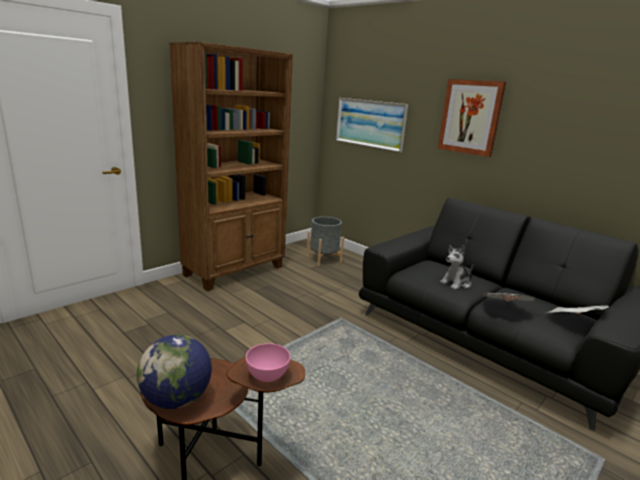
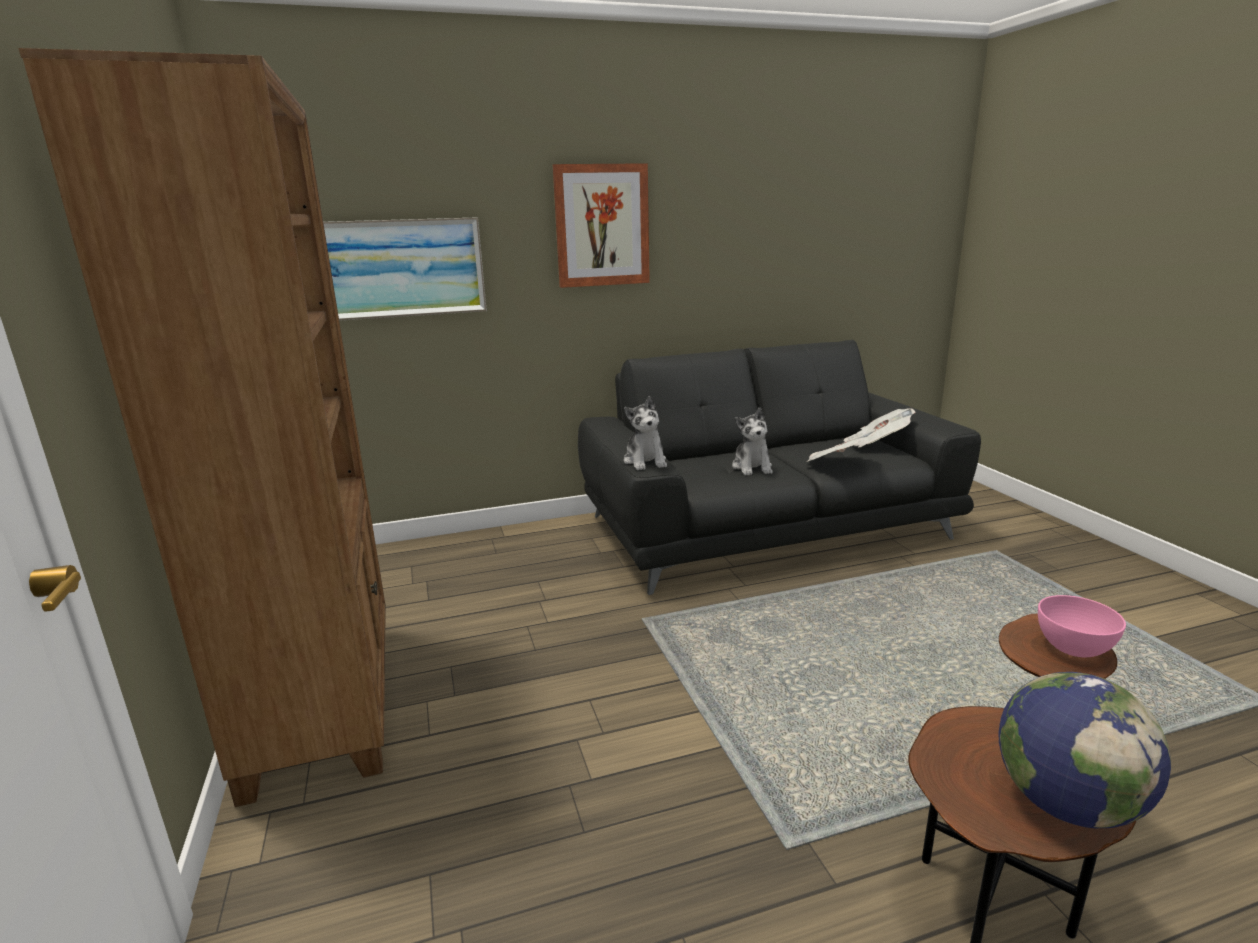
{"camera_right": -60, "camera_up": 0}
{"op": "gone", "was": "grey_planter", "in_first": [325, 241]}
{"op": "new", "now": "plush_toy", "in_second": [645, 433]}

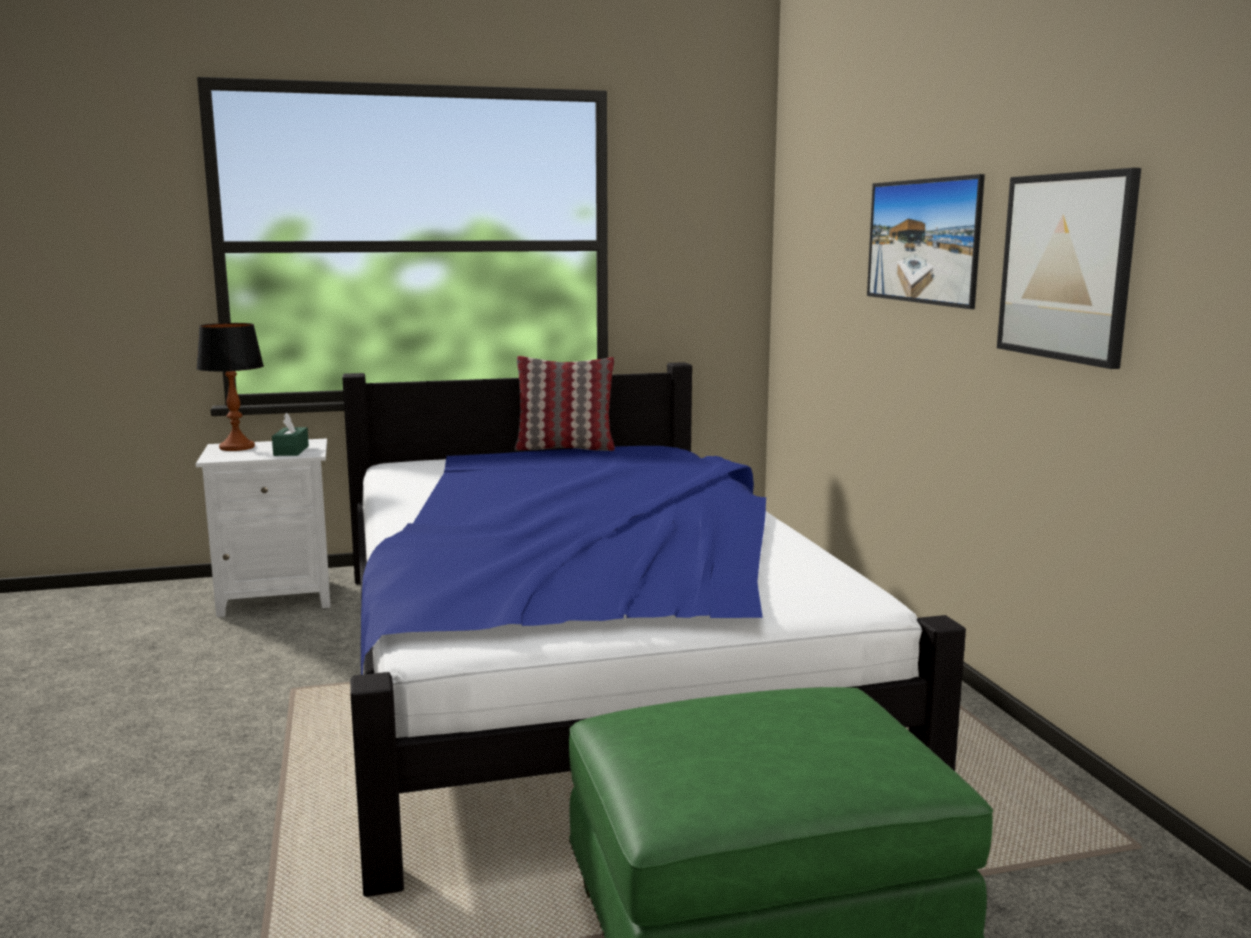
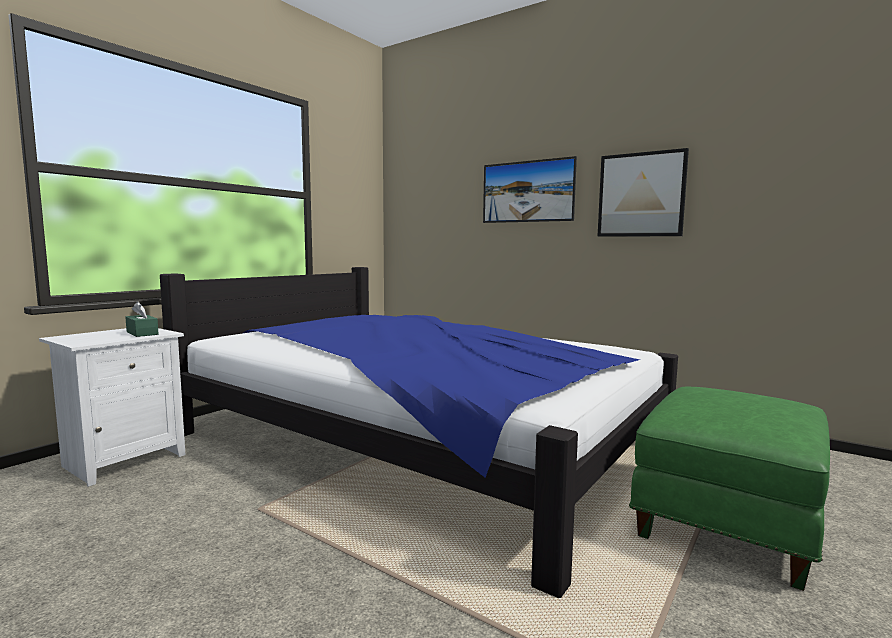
{"camera_right": -40, "camera_up": -5}
{"op": "gone", "was": "table_lamp", "in_first": [230, 387]}
{"op": "gone", "was": "pillow", "in_first": [564, 403]}

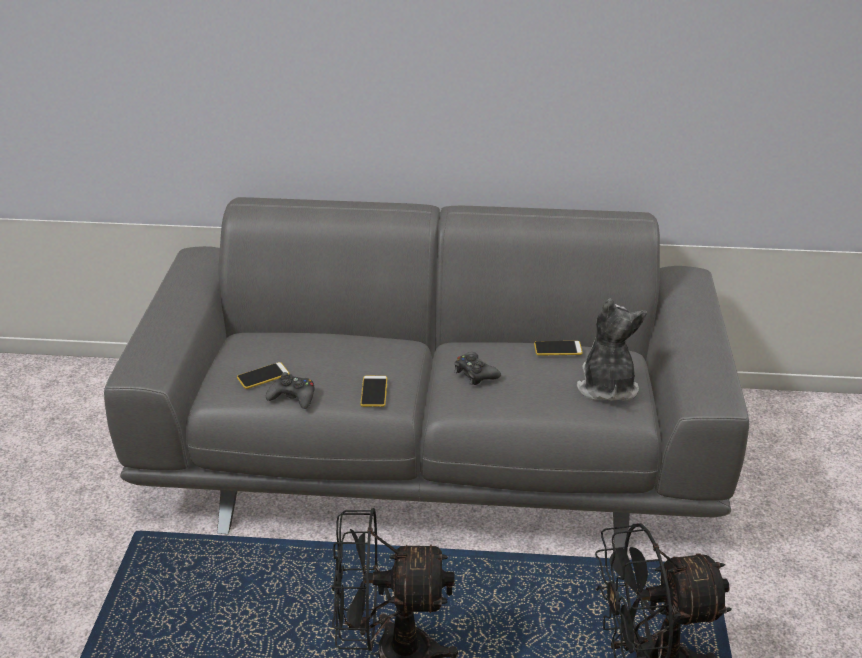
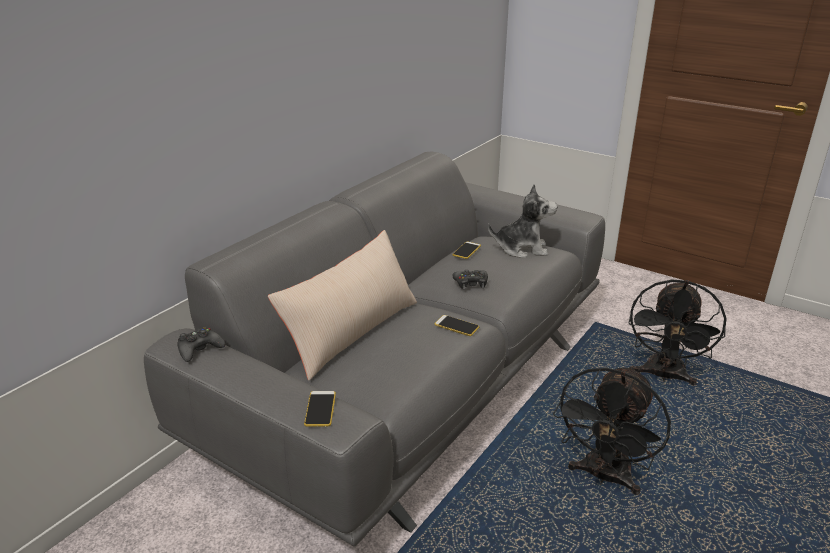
{"camera_right": -60, "camera_up": -5}
{"op": "new", "now": "beige_pillow", "in_second": [342, 305]}
{"op": "shifted", "was": "phone", "in_first": [263, 375], "in_second": [320, 409]}
{"op": "shifted", "was": "black_game_controller", "in_first": [290, 390], "in_second": [201, 344]}
{"op": "rotated", "was": "plush_toy", "in_first": [612, 350], "in_second": [523, 221], "clockwise": 150}

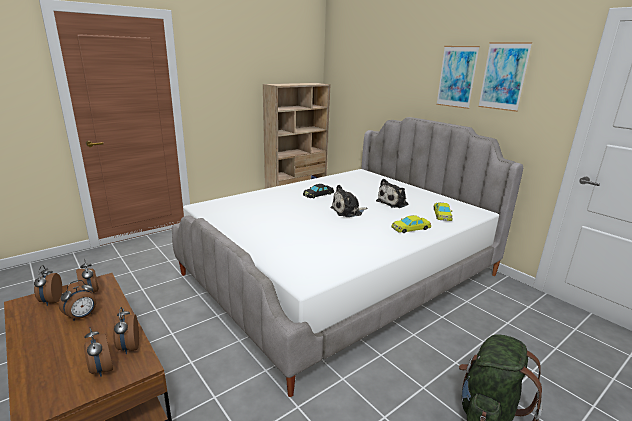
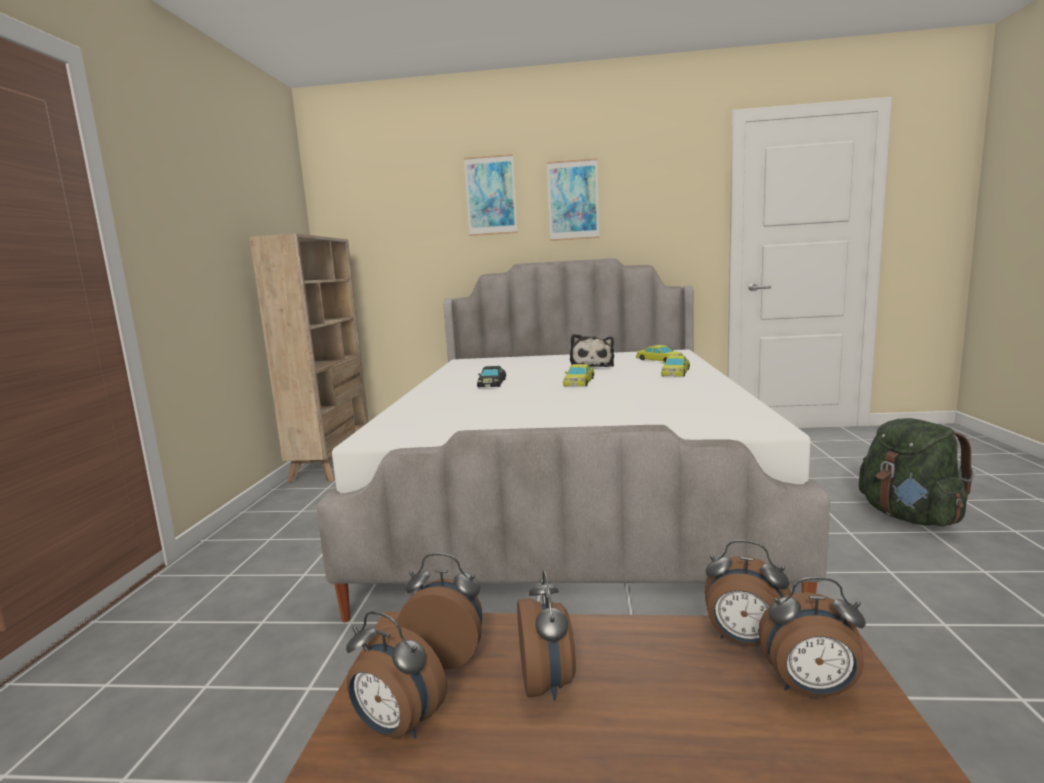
{"camera_right": -45, "camera_up": -10}
{"op": "shifted", "was": "picture", "in_first": [505, 77], "in_second": [491, 195]}
{"op": "swapped", "was": "plush_toy", "now": "yellow_toy_car", "in_first": [348, 201], "in_second": [579, 375]}

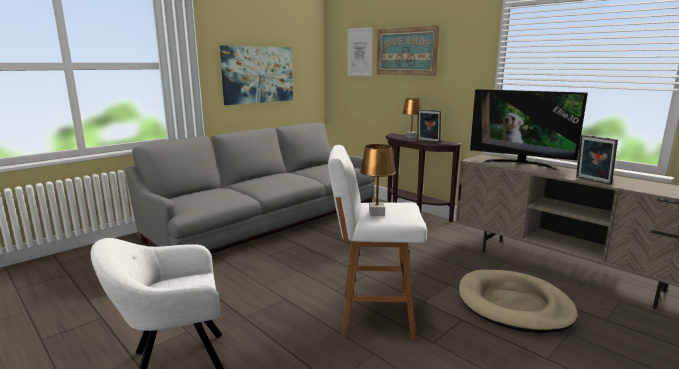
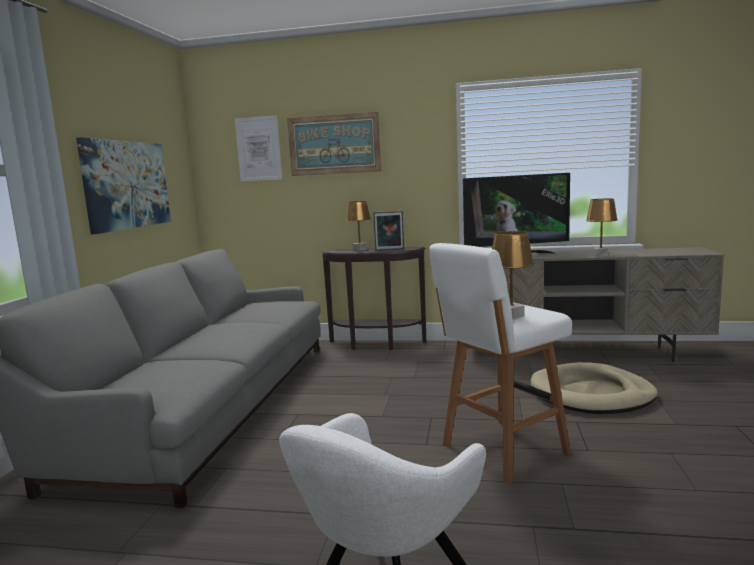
{"camera_right": -35, "camera_up": -5}
{"op": "swapped", "was": "picture_frame", "now": "brown_table_lamp", "in_first": [597, 160], "in_second": [602, 228]}

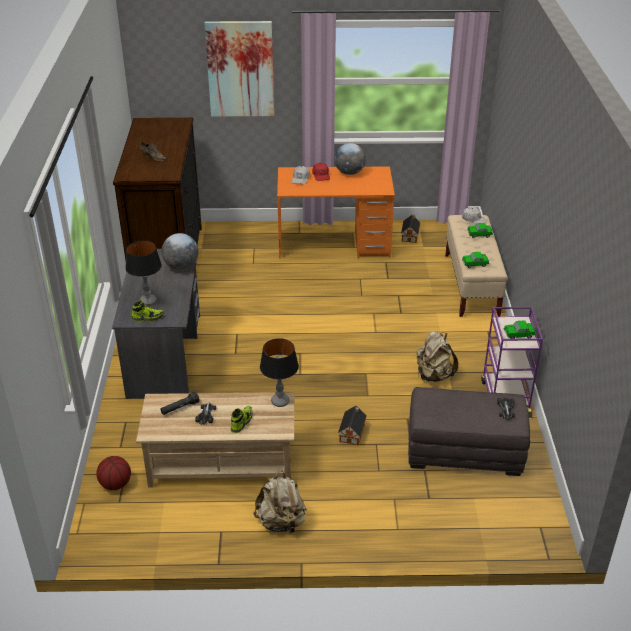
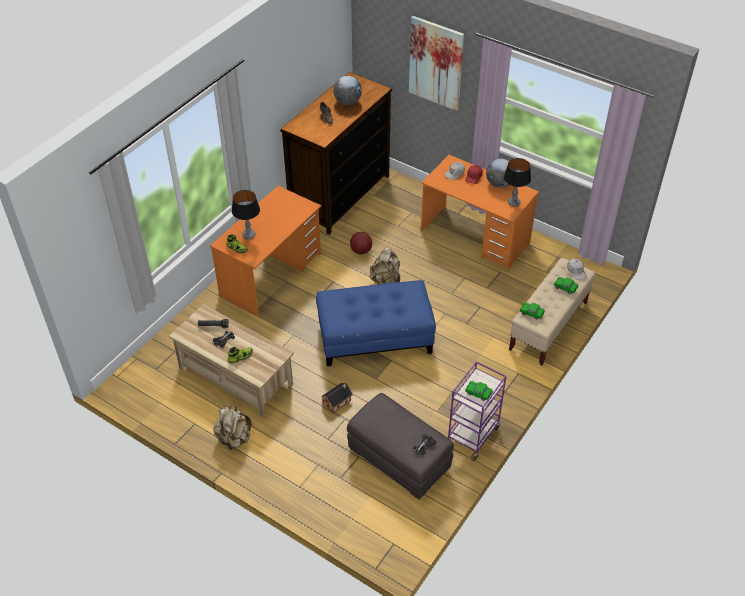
{"camera_right": 35, "camera_up": 10}
{"op": "gone", "was": "toy_house", "in_first": [410, 229]}
{"op": "new", "now": "blue_ottoman", "in_second": [376, 323]}
{"op": "shifted", "was": "basketball", "in_first": [113, 473], "in_second": [361, 243]}
{"op": "shifted", "was": "globe", "in_first": [180, 251], "in_second": [347, 90]}
{"op": "shifted", "was": "table_lamp", "in_first": [279, 372], "in_second": [517, 182]}
{"op": "shifted", "was": "beige_backpack", "in_first": [437, 357], "in_second": [385, 266]}
{"op": "repainted", "was": "grey_desk", "now": "orange_desk", "in_first": [156, 324], "in_second": [265, 251]}

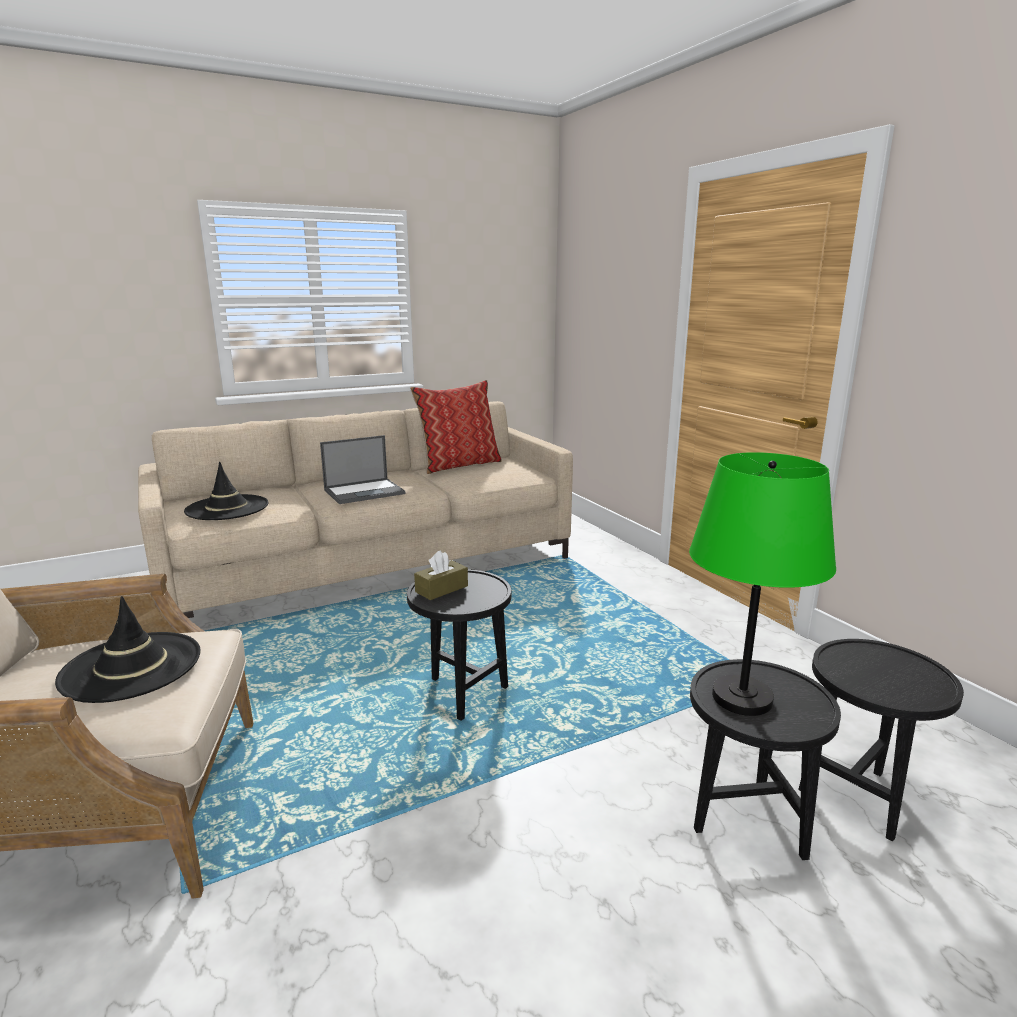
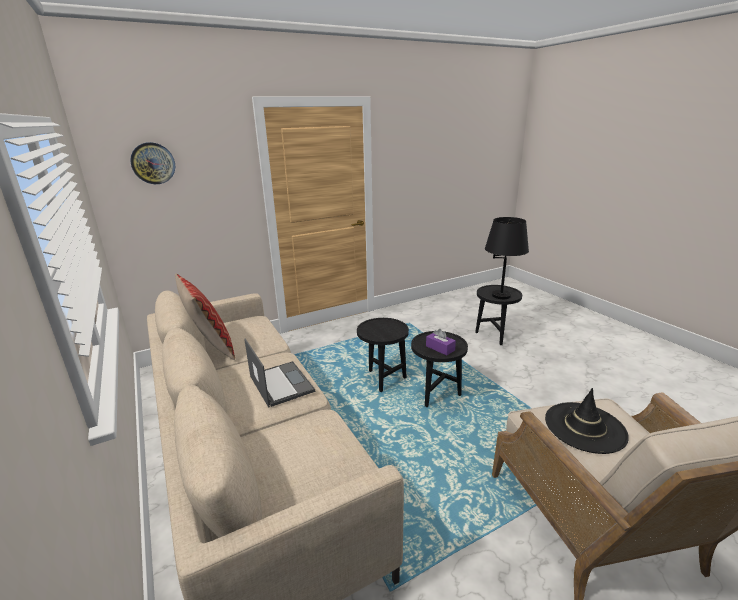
{"camera_right": -90, "camera_up": 5}
{"op": "gone", "was": "black_hat", "in_first": [226, 490]}
{"op": "new", "now": "wall_clock", "in_second": [152, 163]}
{"op": "shifted", "was": "black_side_table", "in_first": [881, 740], "in_second": [383, 355]}
{"op": "repainted", "was": "brown_tissue_box", "now": "purple_tissue_box", "in_first": [441, 575], "in_second": [441, 342]}
{"op": "repainted", "was": "green_table_lamp", "now": "black_table_lamp", "in_first": [762, 584], "in_second": [507, 258]}

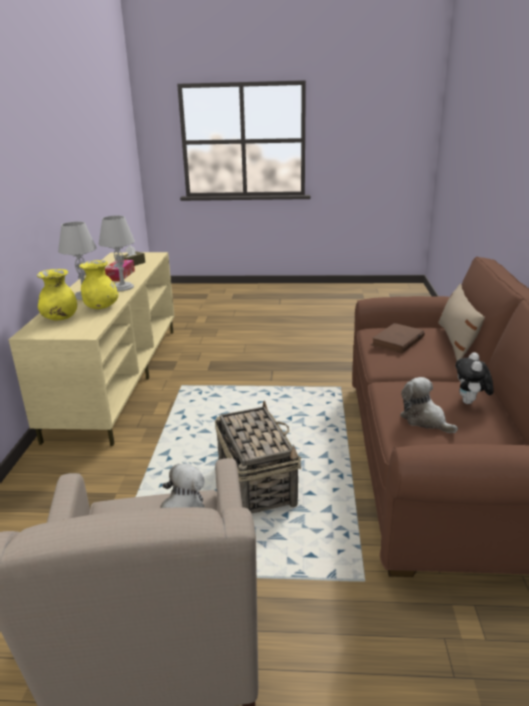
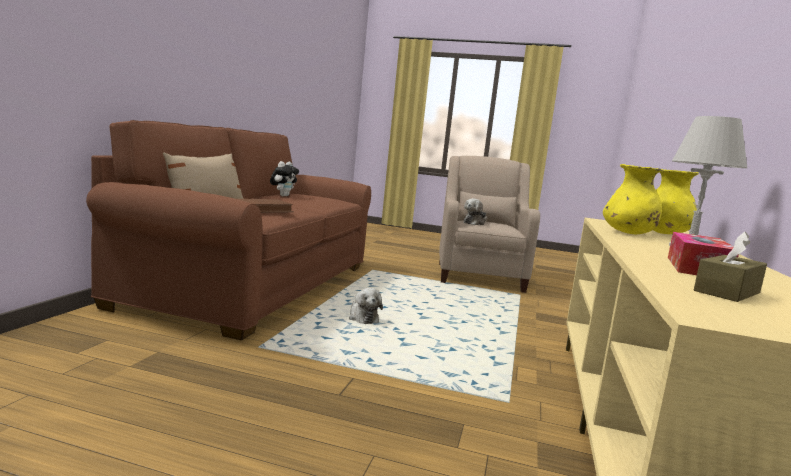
{"camera_right": -170, "camera_up": -15}
{"op": "gone", "was": "grey_table_lamp", "in_first": [117, 253]}
{"op": "gone", "was": "basket", "in_first": [258, 456]}
{"op": "shifted", "was": "plush_toy", "in_first": [429, 405], "in_second": [366, 306]}

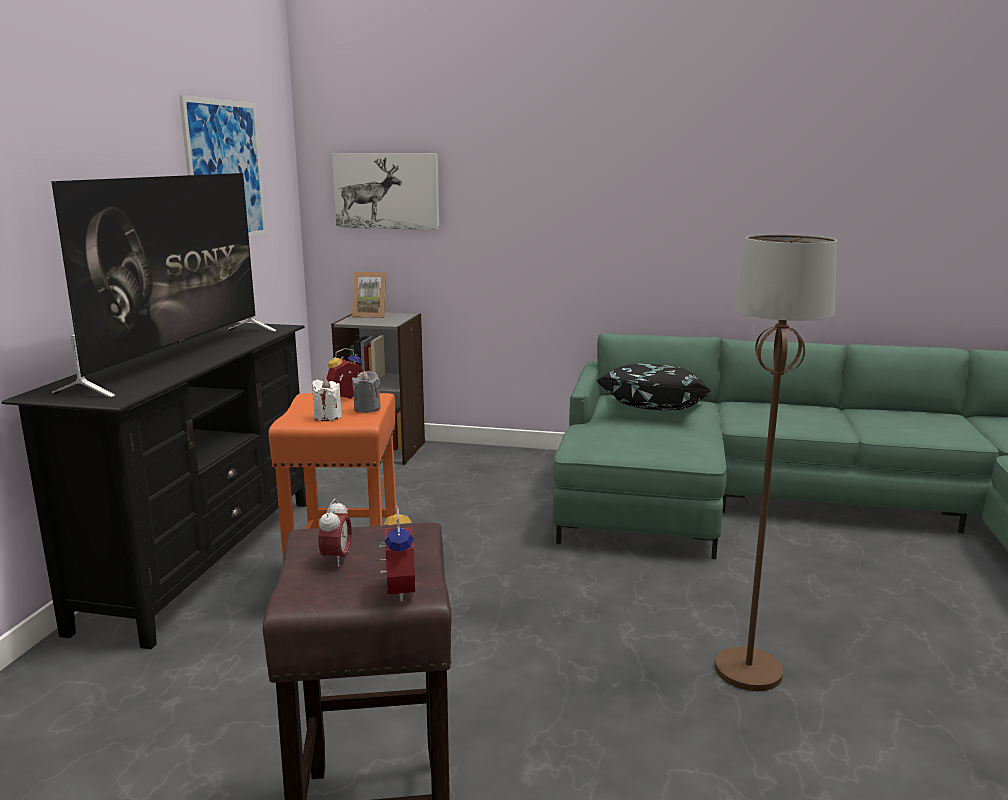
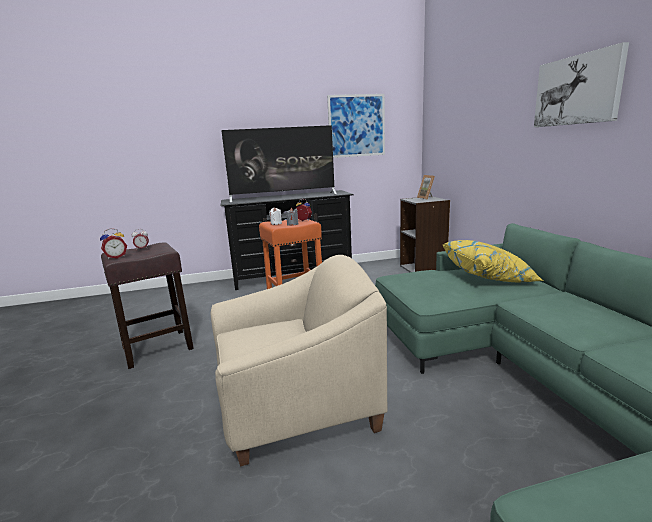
{"camera_right": 65, "camera_up": 0}
{"op": "shifted", "was": "picture", "in_first": [385, 191], "in_second": [581, 84]}
{"op": "swapped", "was": "brown_floor_lamp", "now": "beige_armchair", "in_first": [776, 462], "in_second": [299, 360]}
{"op": "repainted", "was": "black_pillow", "now": "yellow_pillow", "in_first": [653, 387], "in_second": [492, 261]}

